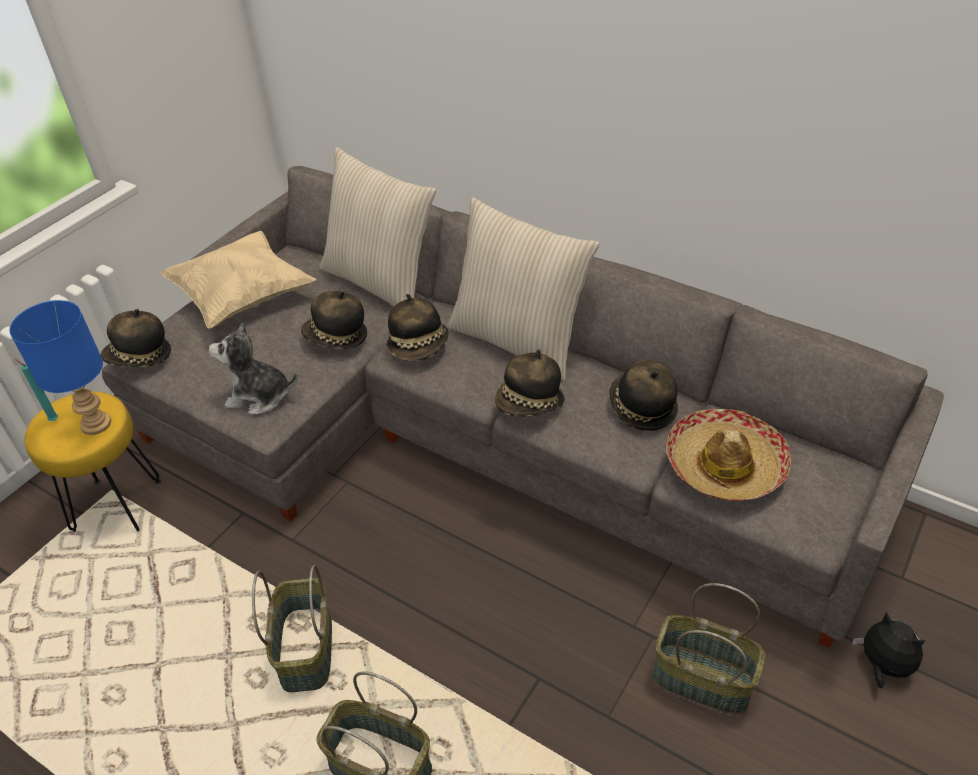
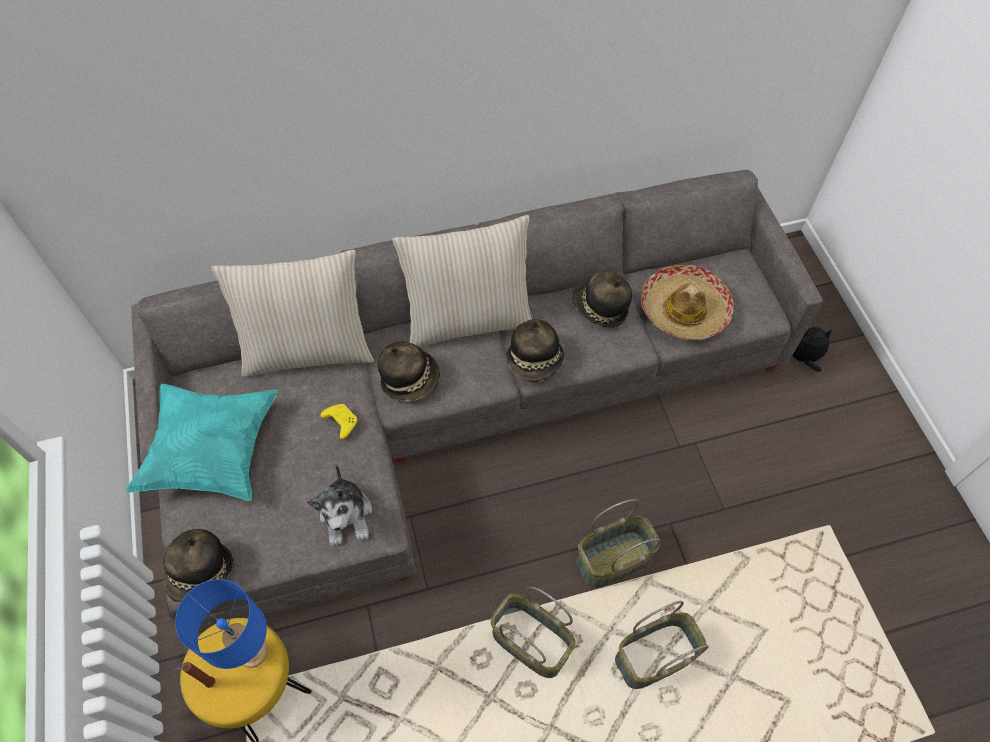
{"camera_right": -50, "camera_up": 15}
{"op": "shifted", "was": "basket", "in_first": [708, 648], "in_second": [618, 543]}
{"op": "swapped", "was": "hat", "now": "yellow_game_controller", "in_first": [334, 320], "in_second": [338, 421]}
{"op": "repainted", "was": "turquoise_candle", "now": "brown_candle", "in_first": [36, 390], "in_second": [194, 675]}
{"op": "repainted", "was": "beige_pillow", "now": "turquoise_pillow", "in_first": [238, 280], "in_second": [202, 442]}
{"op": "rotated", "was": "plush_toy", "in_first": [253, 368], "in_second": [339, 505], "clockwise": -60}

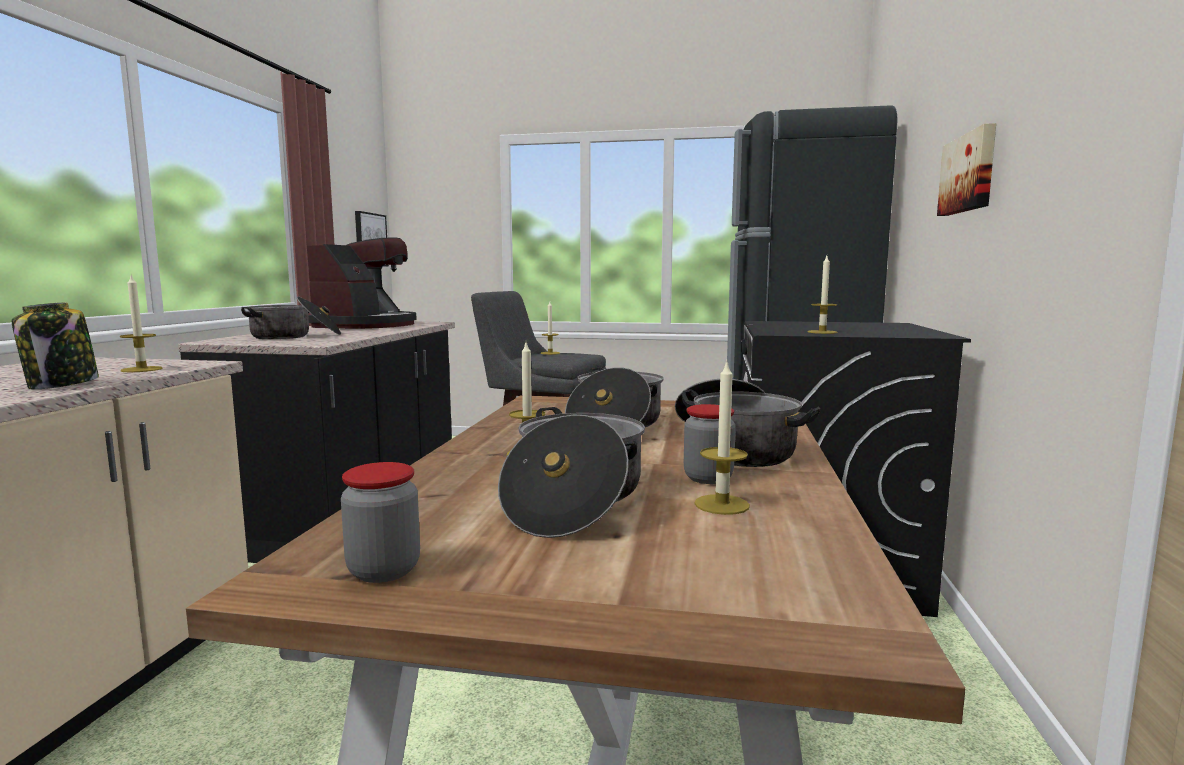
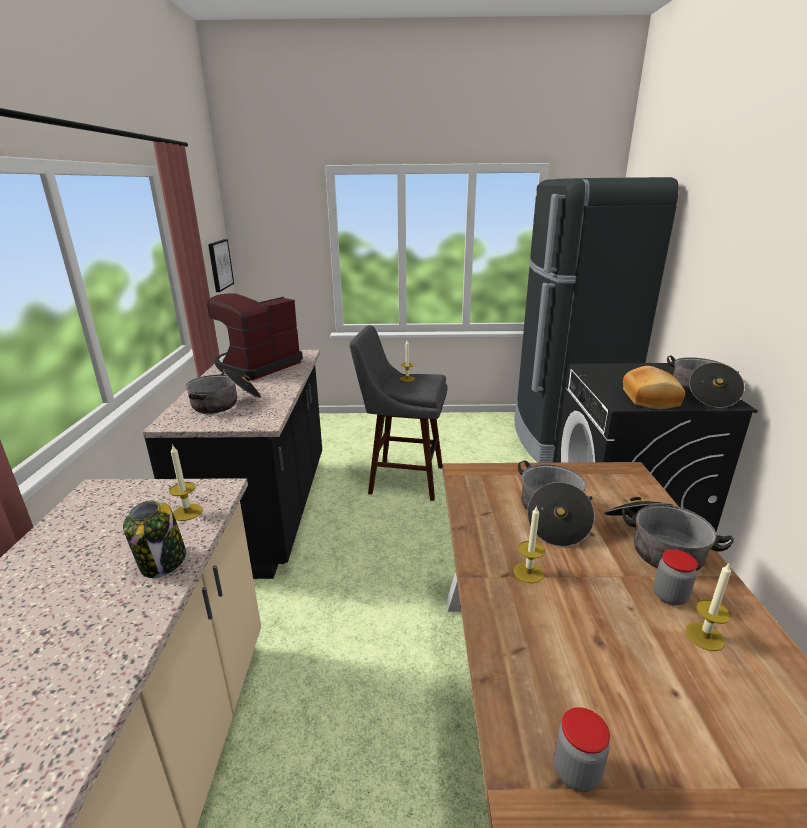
{"camera_right": -10, "camera_up": 15}
{"op": "gone", "was": "picture", "in_first": [966, 169]}
{"op": "shifted", "was": "cooking_pot", "in_first": [571, 472], "in_second": [706, 382]}
{"op": "swapped", "was": "candle", "now": "bread", "in_first": [823, 295], "in_second": [654, 387]}
{"op": "rotated", "was": "coffee_machine", "in_first": [362, 283], "in_second": [255, 336], "clockwise": -150}

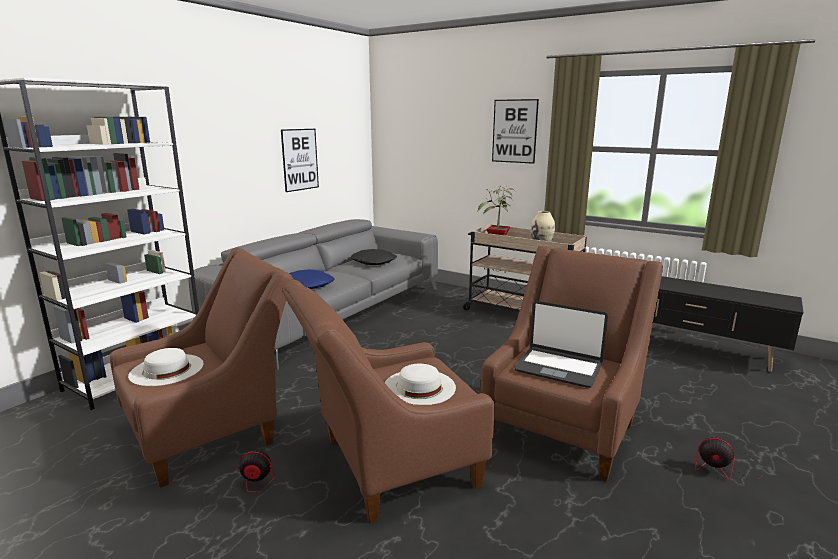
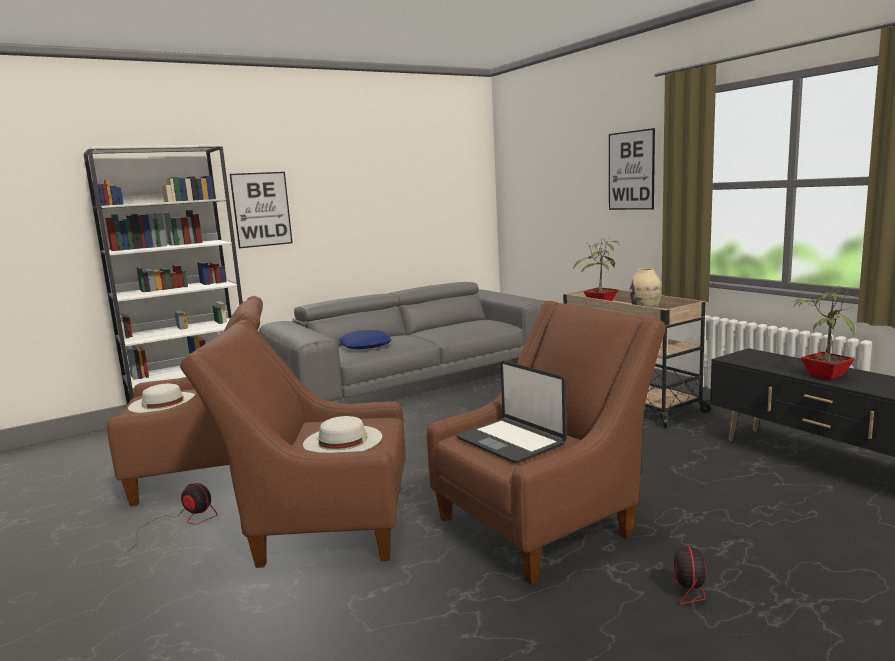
{"camera_right": 25, "camera_up": -5}
{"op": "gone", "was": "black_pillow", "in_first": [374, 257]}
{"op": "new", "now": "potted_plant", "in_second": [824, 333]}
{"op": "shifted", "was": "picture", "in_first": [300, 160], "in_second": [261, 210]}
{"op": "rotated", "was": "fan", "in_first": [728, 458], "in_second": [732, 591], "clockwise": 45}

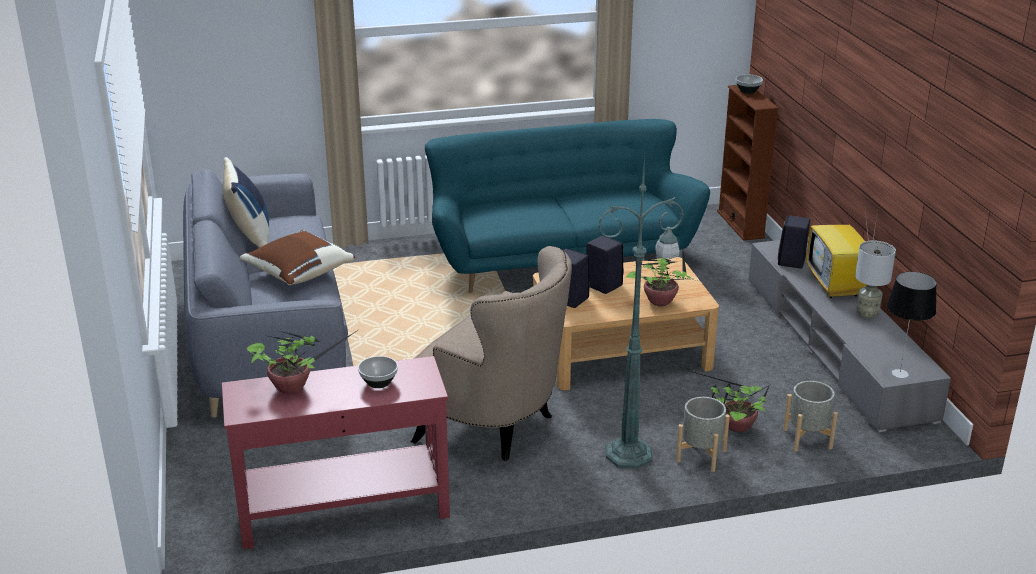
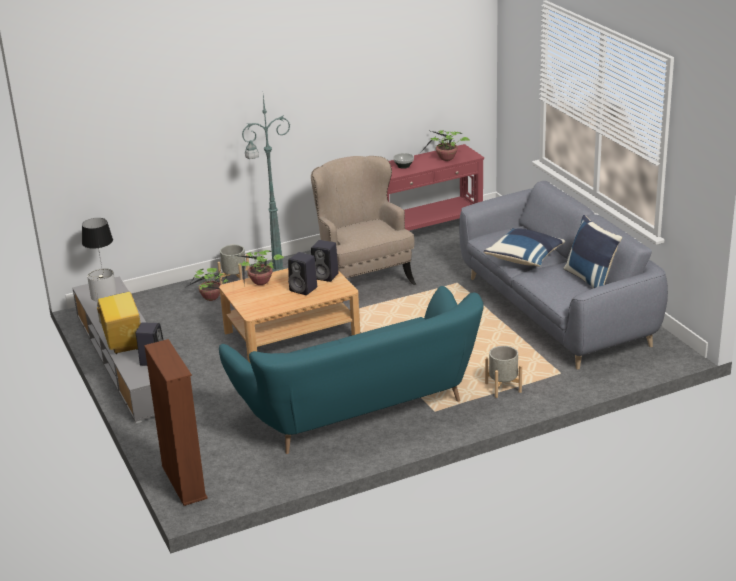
{"camera_right": 170, "camera_up": 0}
{"op": "gone", "was": "bowl", "in_first": [749, 84]}
{"op": "shifted", "was": "grey_planter", "in_first": [810, 416], "in_second": [503, 372]}
{"op": "repainted", "was": "brown_pillow", "now": "blue_pillow", "in_first": [297, 257], "in_second": [524, 247]}
{"op": "rotated", "was": "beige_armchair", "in_first": [491, 353], "in_second": [363, 229], "clockwise": 45}

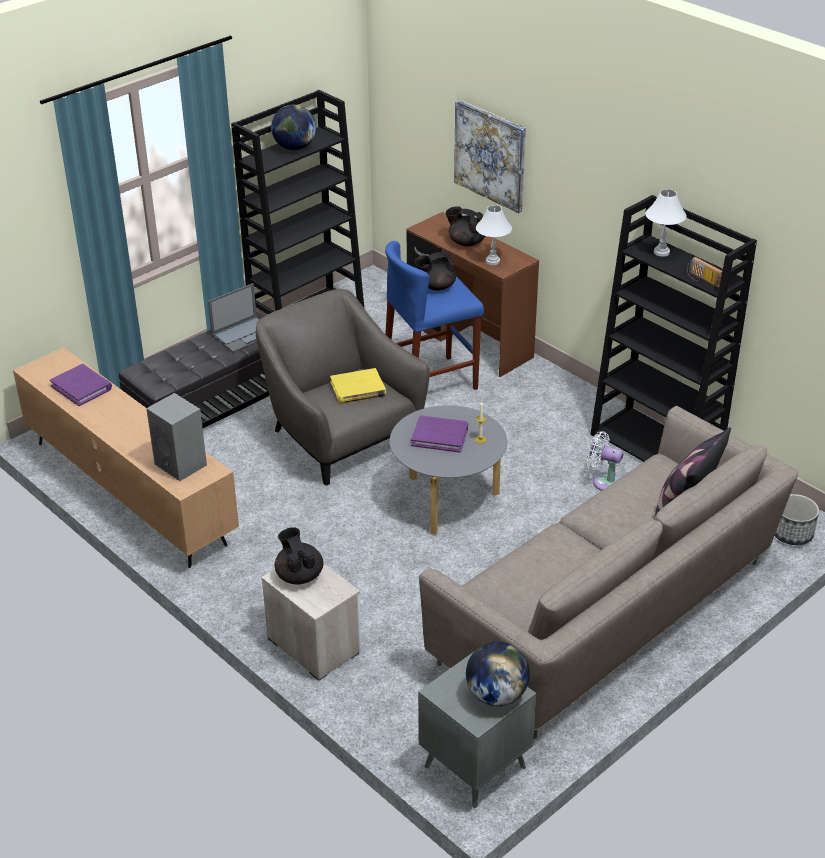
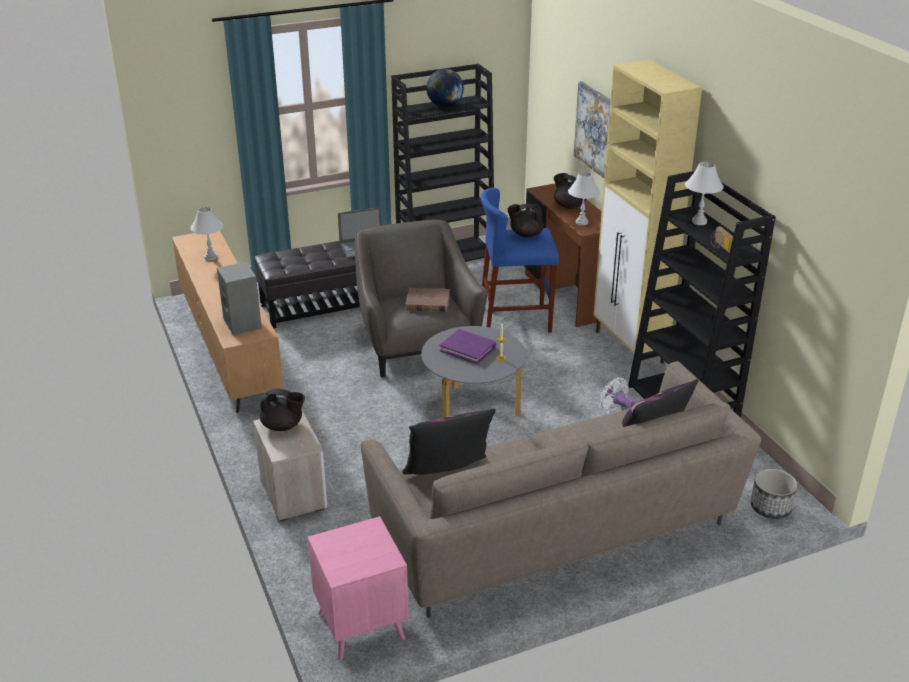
{"camera_right": 20, "camera_up": -5}
{"op": "gone", "was": "globe", "in_first": [498, 674]}
{"op": "new", "now": "pillow", "in_second": [449, 441]}
{"op": "new", "now": "beige_cabinet", "in_second": [647, 212]}
{"op": "swapped", "was": "purple_book", "now": "white_table_lamp", "in_first": [81, 385], "in_second": [207, 234]}
{"op": "repainted", "was": "yellow_book", "now": "brown_book", "in_first": [358, 386], "in_second": [428, 300]}
{"op": "repainted", "was": "grey_side_table", "now": "pink_side_table", "in_first": [477, 730], "in_second": [358, 588]}
{"op": "rotated", "was": "black_teapot", "in_first": [299, 555], "in_second": [282, 409], "clockwise": 105}

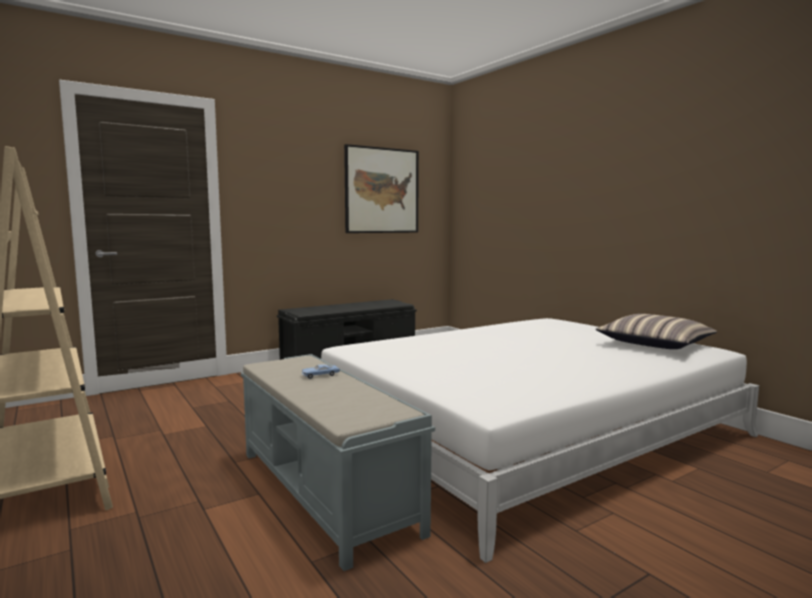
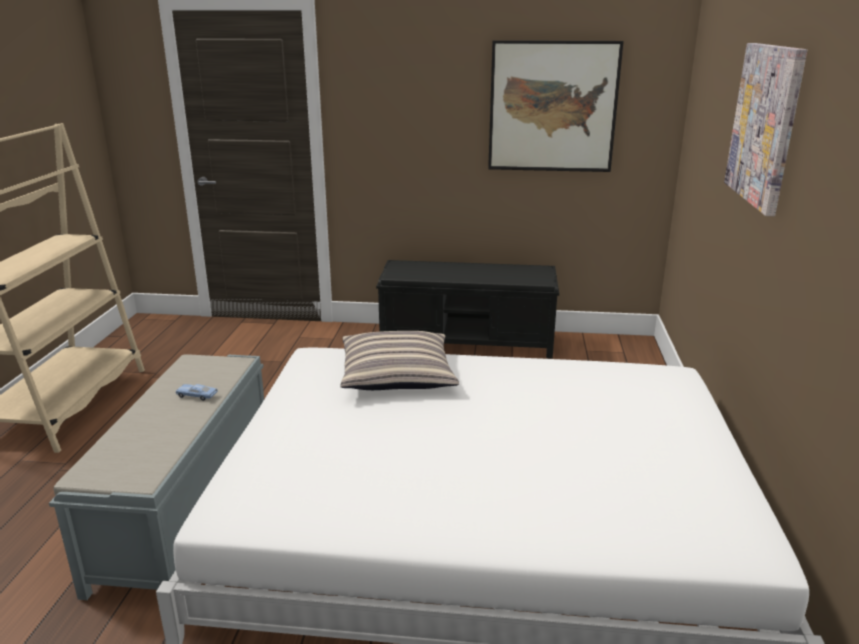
{"camera_right": 40, "camera_up": 15}
{"op": "new", "now": "picture", "in_second": [765, 129]}
{"op": "shifted", "was": "pillow", "in_first": [656, 331], "in_second": [399, 360]}

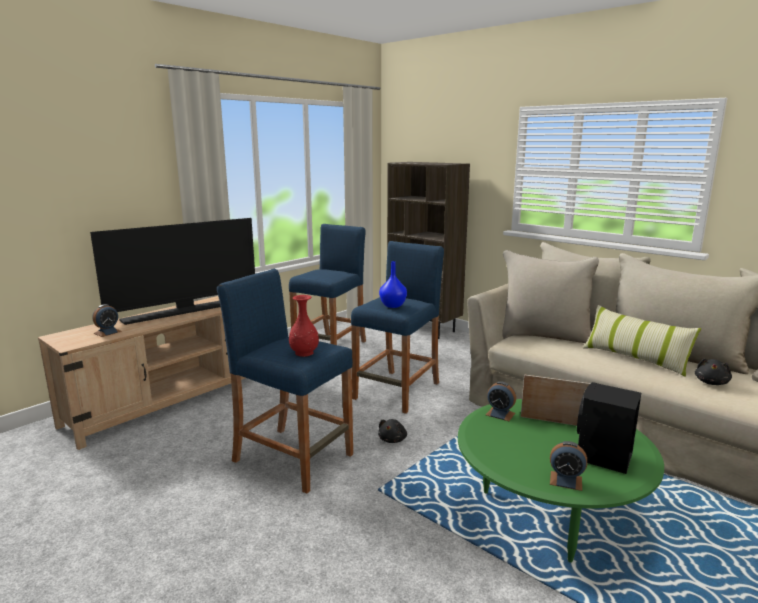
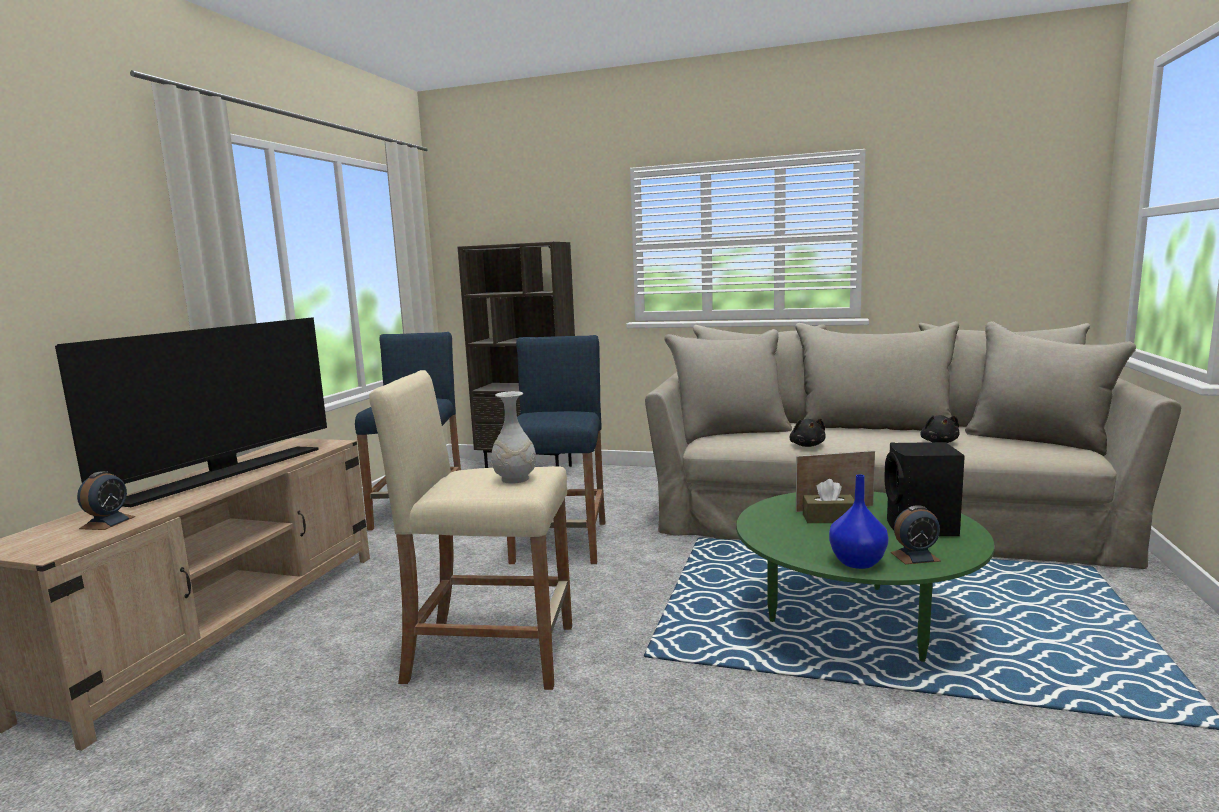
{"camera_right": -25, "camera_up": -5}
{"op": "gone", "was": "alarm_clock", "in_first": [501, 401]}
{"op": "gone", "was": "pillow", "in_first": [642, 341]}
{"op": "new", "now": "brown_tissue_box", "in_second": [828, 501]}
{"op": "shifted", "was": "black_plush_toy", "in_first": [392, 431], "in_second": [807, 433]}
{"op": "shifted", "was": "blue_vase", "in_first": [393, 284], "in_second": [859, 521]}
{"op": "repainted", "was": "blue_stool", "now": "beige_stool", "in_first": [285, 381], "in_second": [470, 530]}
{"op": "repainted", "was": "red_vase", "now": "white_vase", "in_first": [304, 326], "in_second": [513, 437]}

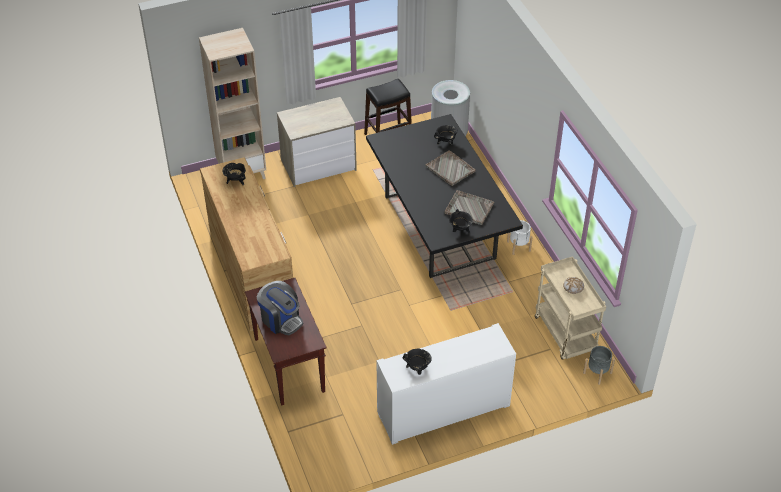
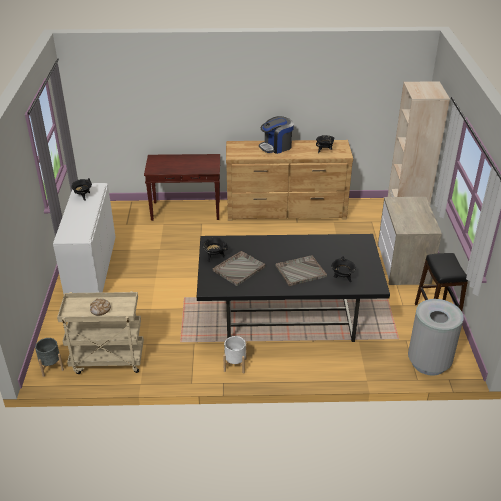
{"camera_right": 110, "camera_up": -10}
{"op": "shifted", "was": "coffee_machine", "in_first": [280, 308], "in_second": [276, 135]}

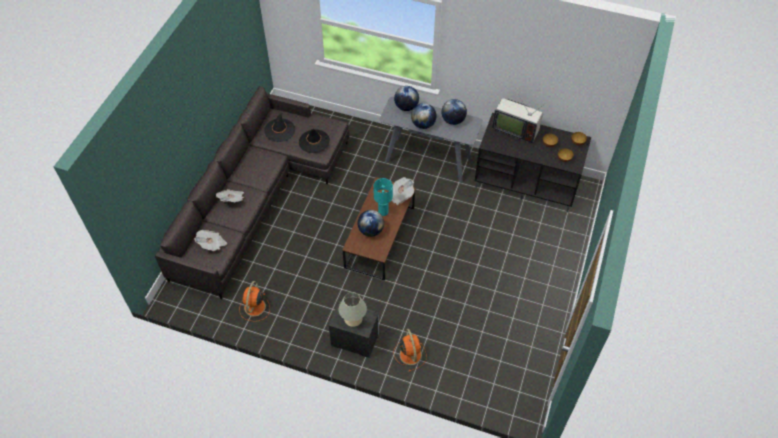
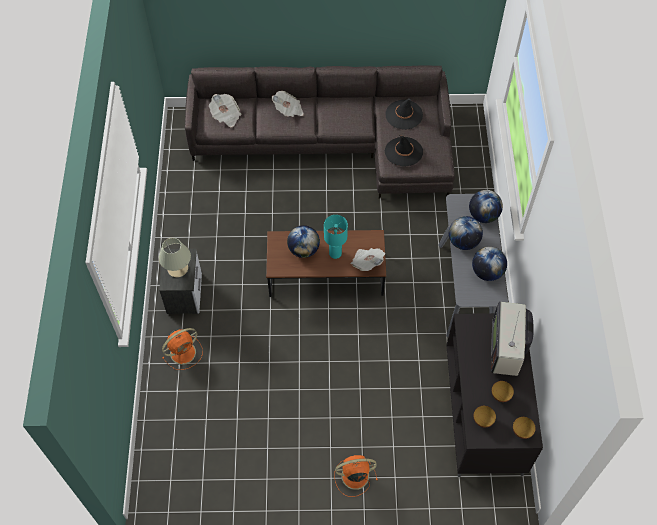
{"camera_right": 70, "camera_up": 5}
{"op": "shifted", "was": "orange_fan", "in_first": [254, 301], "in_second": [356, 476]}

